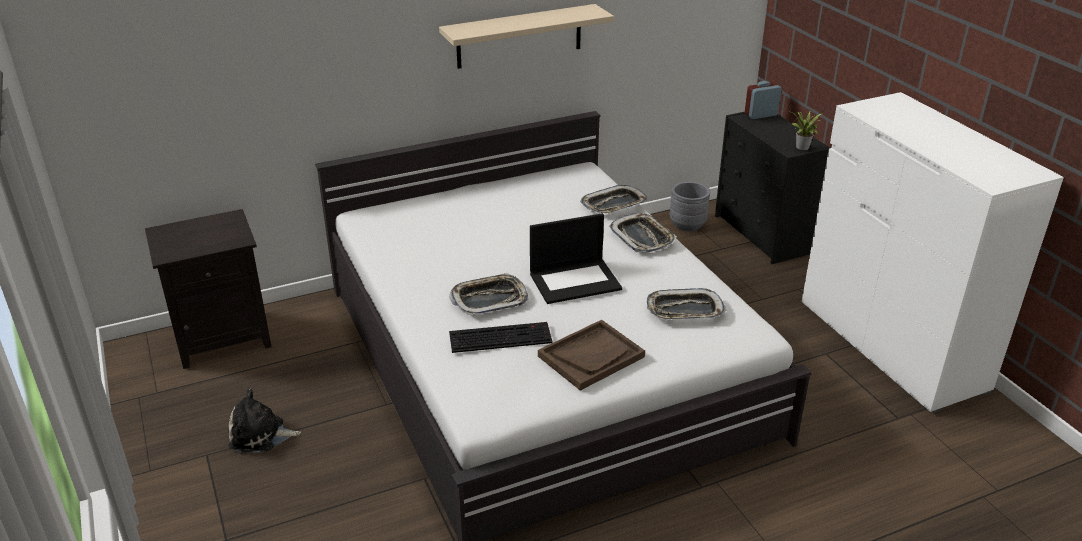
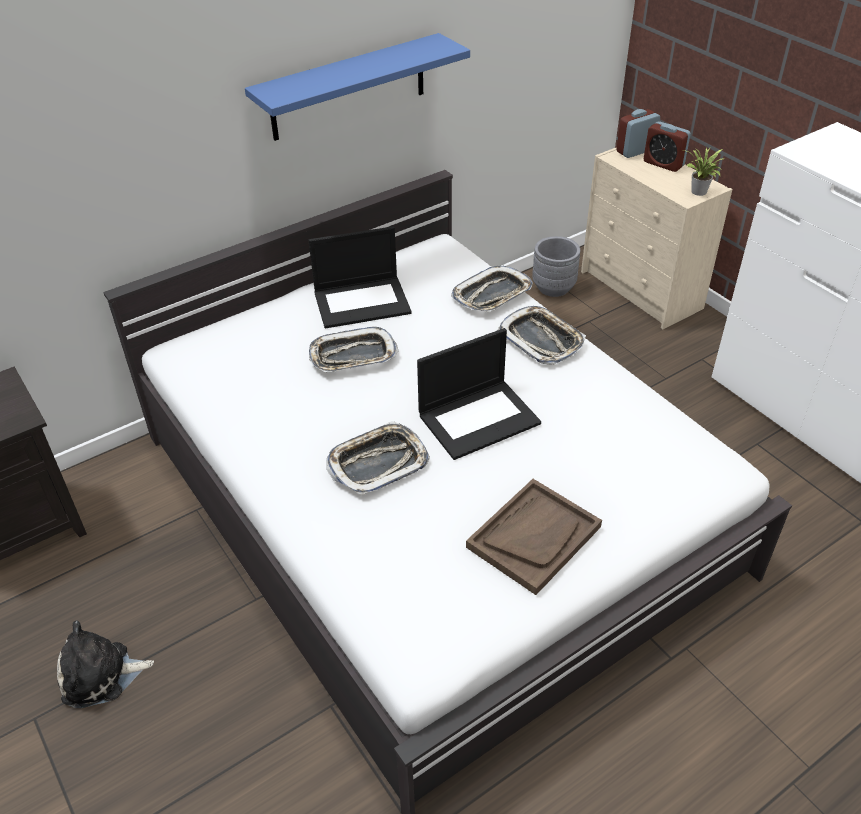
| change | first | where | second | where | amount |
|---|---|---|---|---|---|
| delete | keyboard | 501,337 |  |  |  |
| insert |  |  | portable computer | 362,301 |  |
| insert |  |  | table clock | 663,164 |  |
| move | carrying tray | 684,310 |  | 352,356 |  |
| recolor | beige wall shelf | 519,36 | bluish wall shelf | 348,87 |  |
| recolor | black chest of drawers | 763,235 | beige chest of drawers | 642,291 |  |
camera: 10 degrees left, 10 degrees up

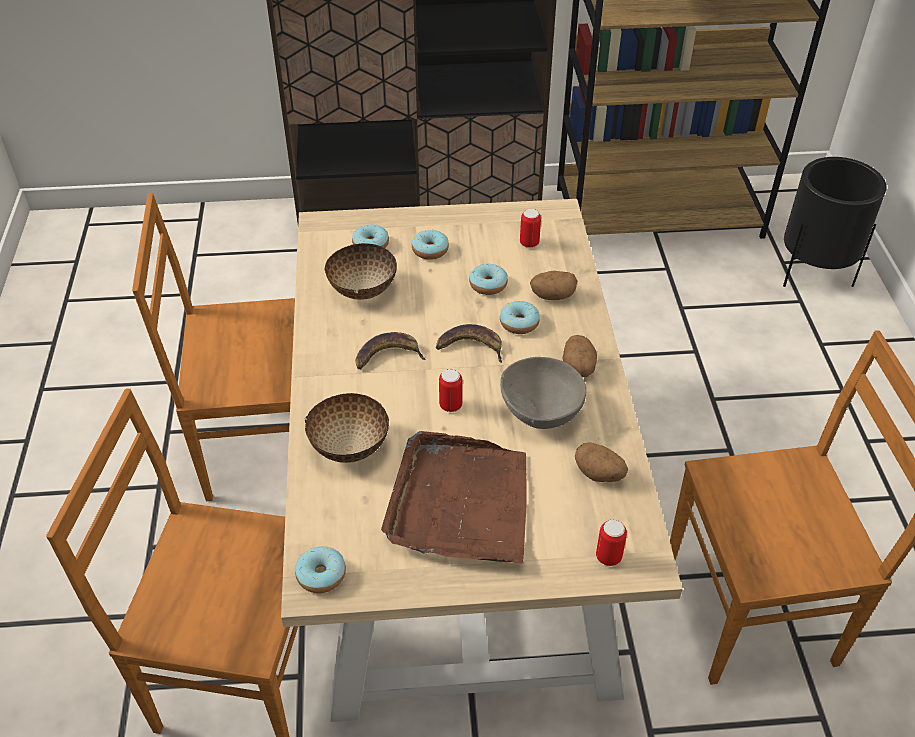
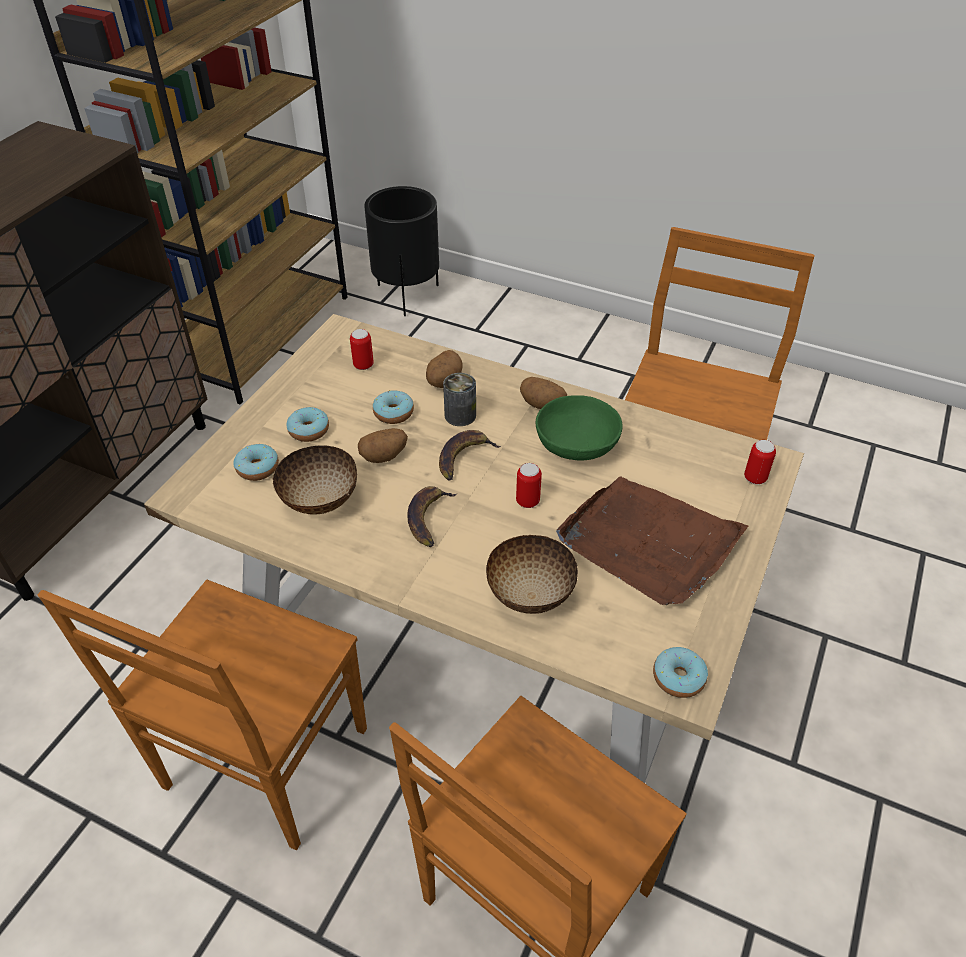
| change | first | where | second | where | amount |
|---|---|---|---|---|---|
| move | spud | 599,474 |  | 384,456 |  |
| replace | donut | 519,323 | can | 460,415 |  |
| recolor | gray bowl | 541,412 | green bowl | 577,448 |  |
camera: 60 degrees left, 0 degrees up

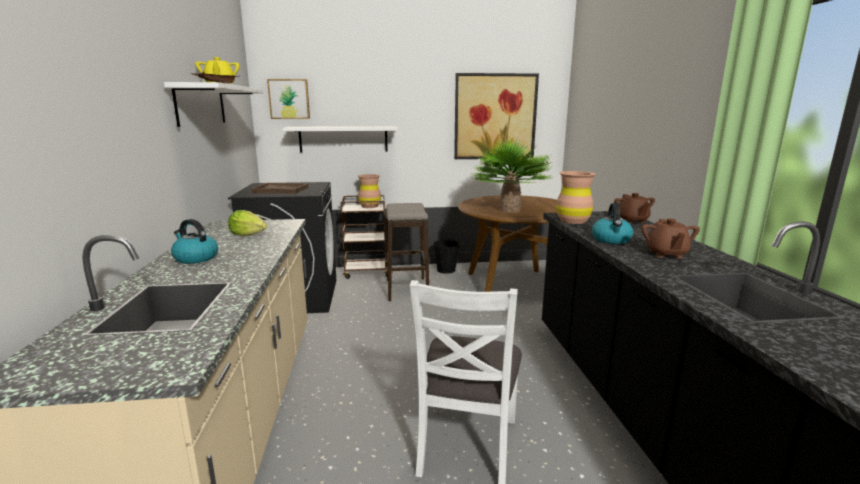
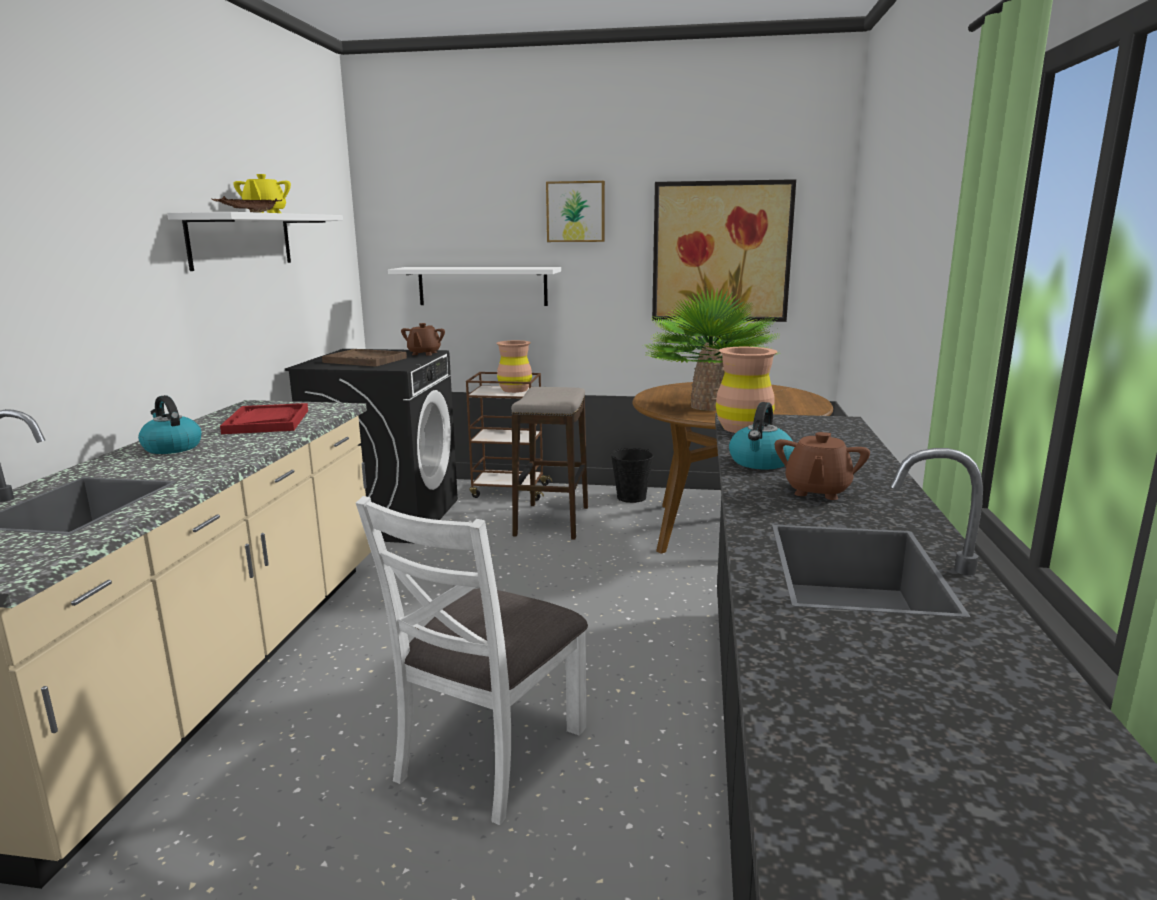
| change | first | where | second | where | amount |
|---|---|---|---|---|---|
| move | wall art | 289,99 |  | 576,212 |  |
| move | brown-coloured teapot | 631,220 |  | 424,353 |  |
| replace | head of lettuce | 248,235 | reddish carrying tray | 267,421 |  |
camera: 15 degrees right, 0 degrees up

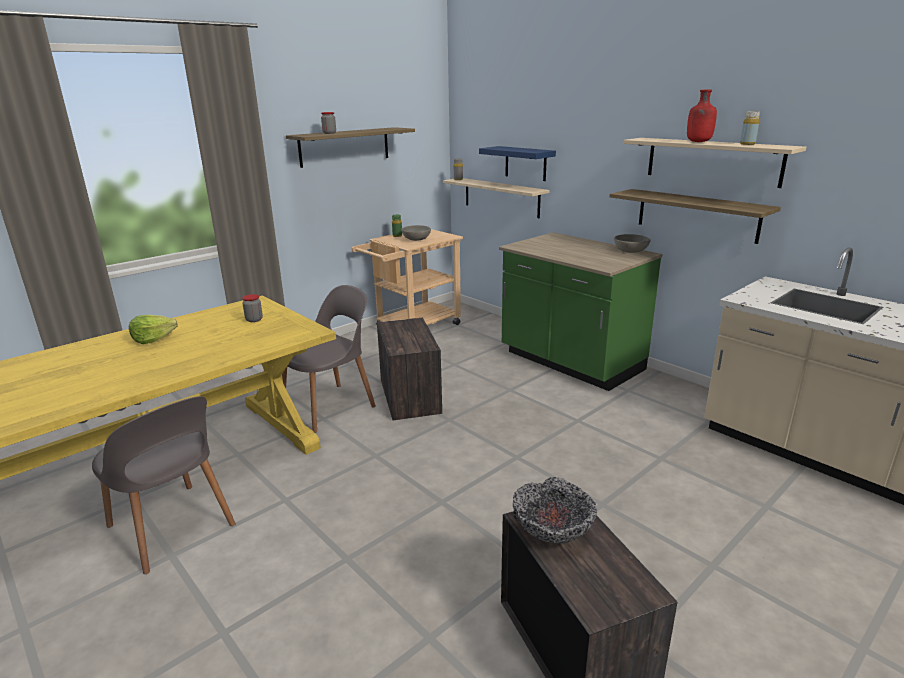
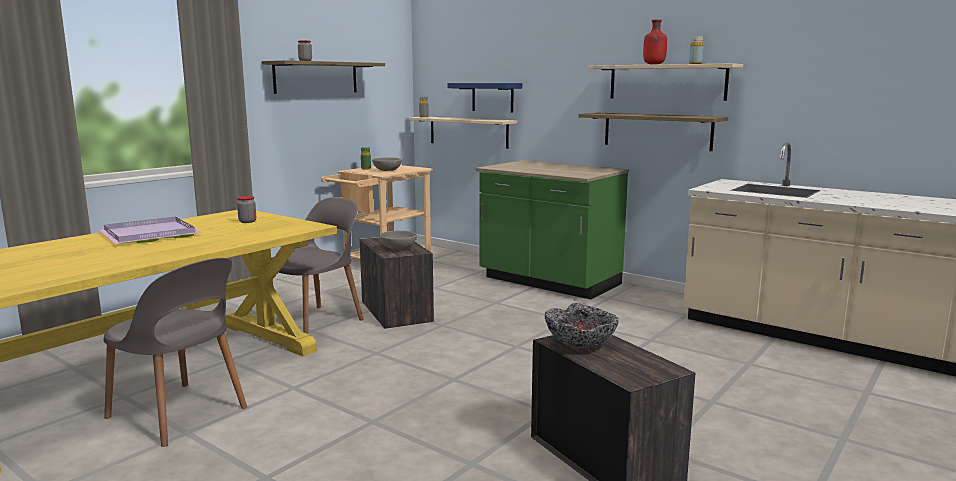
| change | first | where | second | where | amount |
|---|---|---|---|---|---|
| move | gray bowl | 631,251 |  | 399,248 |  |
| replace | head of lettuce | 153,339 | purplish carrying tray | 147,234 |  |
camera: 10 degrees left, 10 degrees down

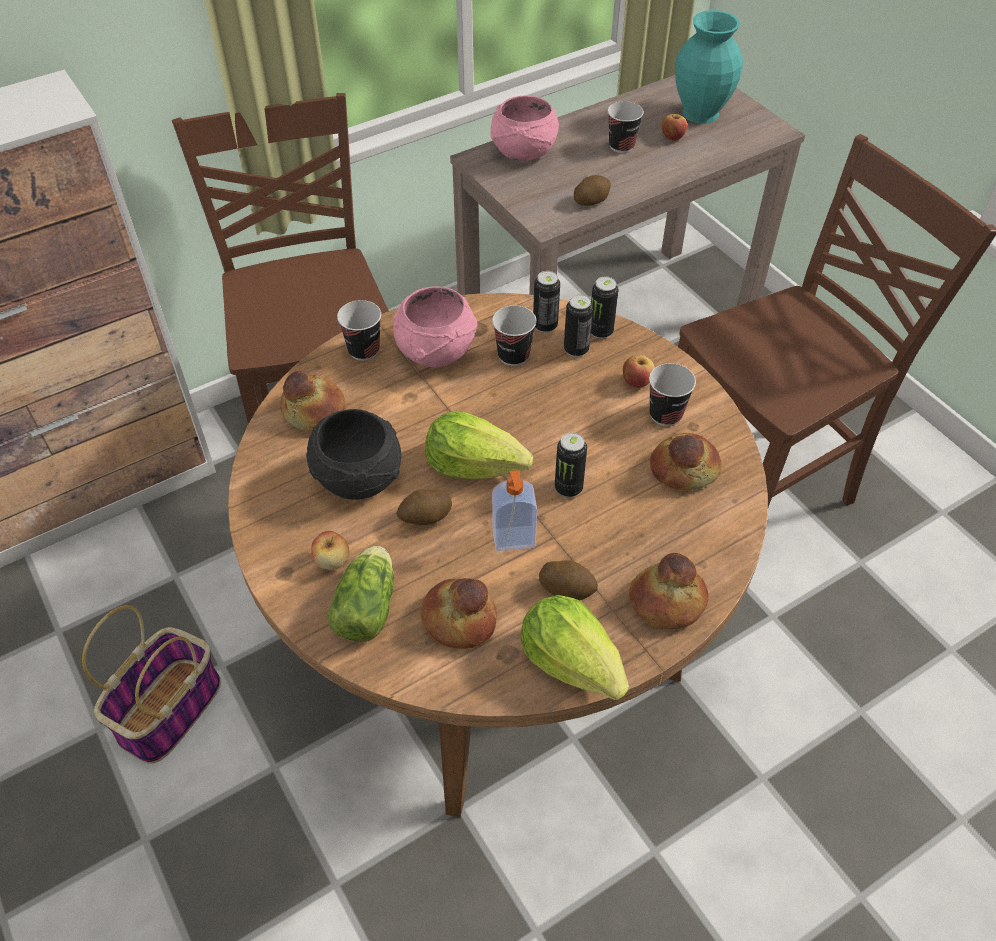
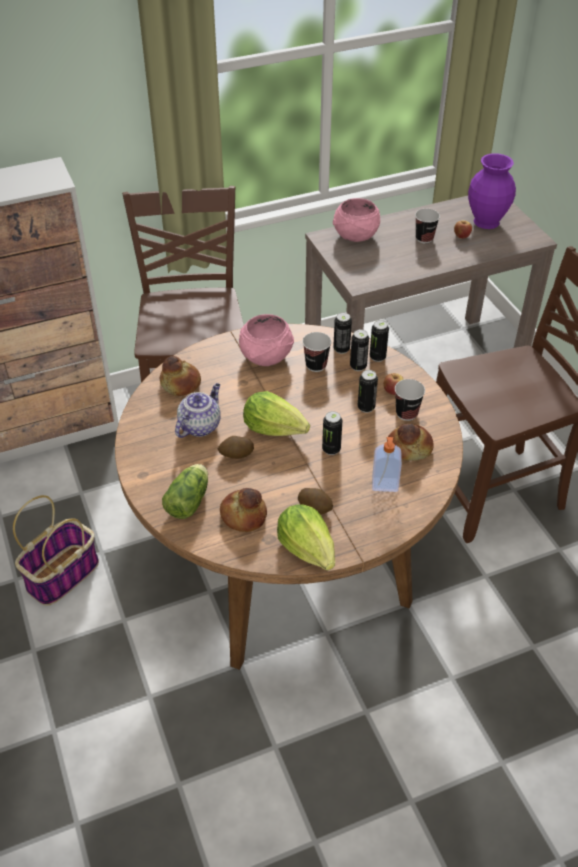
| change | first | where | second | where | amount |
|---|---|---|---|---|---|
| delete | apple fruit | 332,561 |  |  |  |
| delete | cup | 364,350 |  |  |  |
| delete | spud | 591,200 |  |  |  |
| delete | bread | 667,603 |  |  |  |
| insert |  |  | can | 366,407 |  |
| move | soap dispenser | 514,539 |  | 385,485 |  |
| replace | black bowl | 358,476 | teapot | 200,425 |  |
| recolor | turquoise decorative vase | 699,113 | purplish decorative vase | 485,221 |  |
camera: 10 degrees right, 5 degrees down

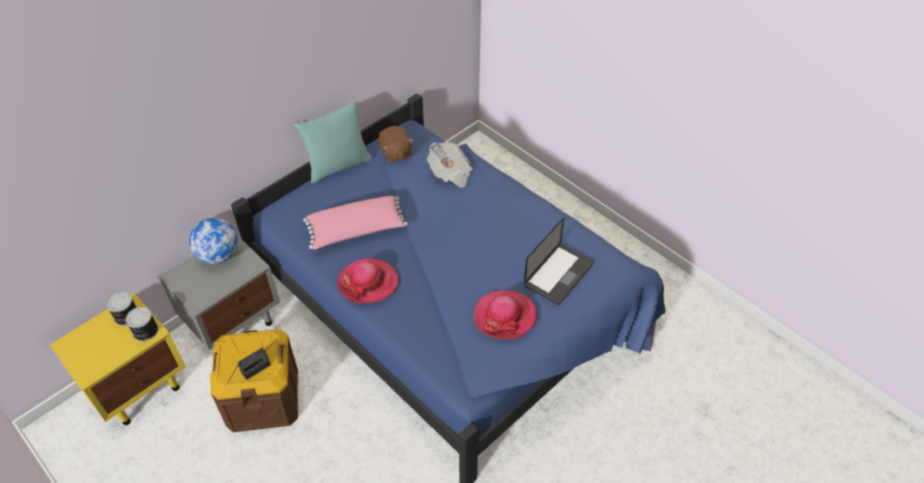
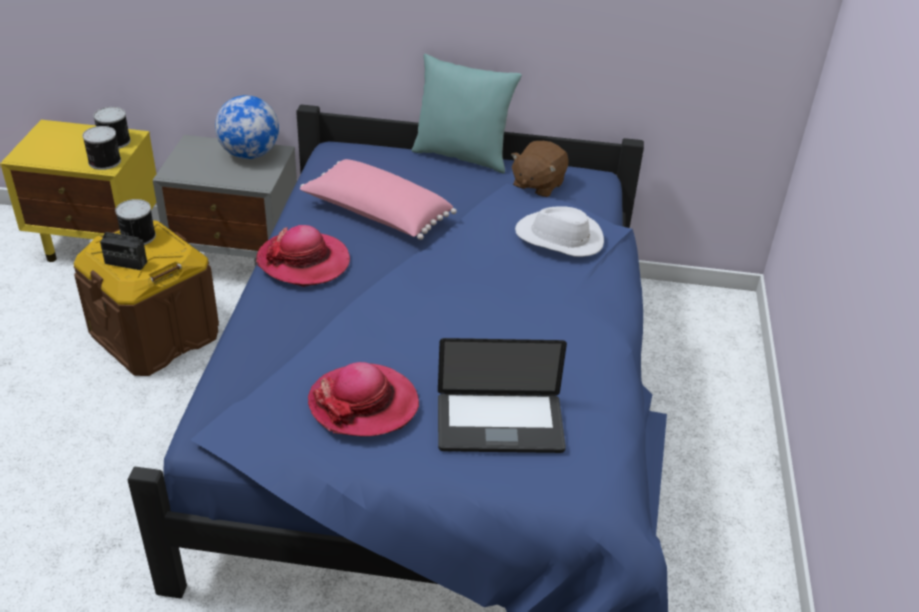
| change | first | where | second | where | amount |
|---|---|---|---|---|---|
| insert |  |  | can | 137,236 |  |
| replace | printed paper | 450,173 | white-coloured clothing hat | 559,238 |  |
camera: 50 degrees right, 10 degrees down

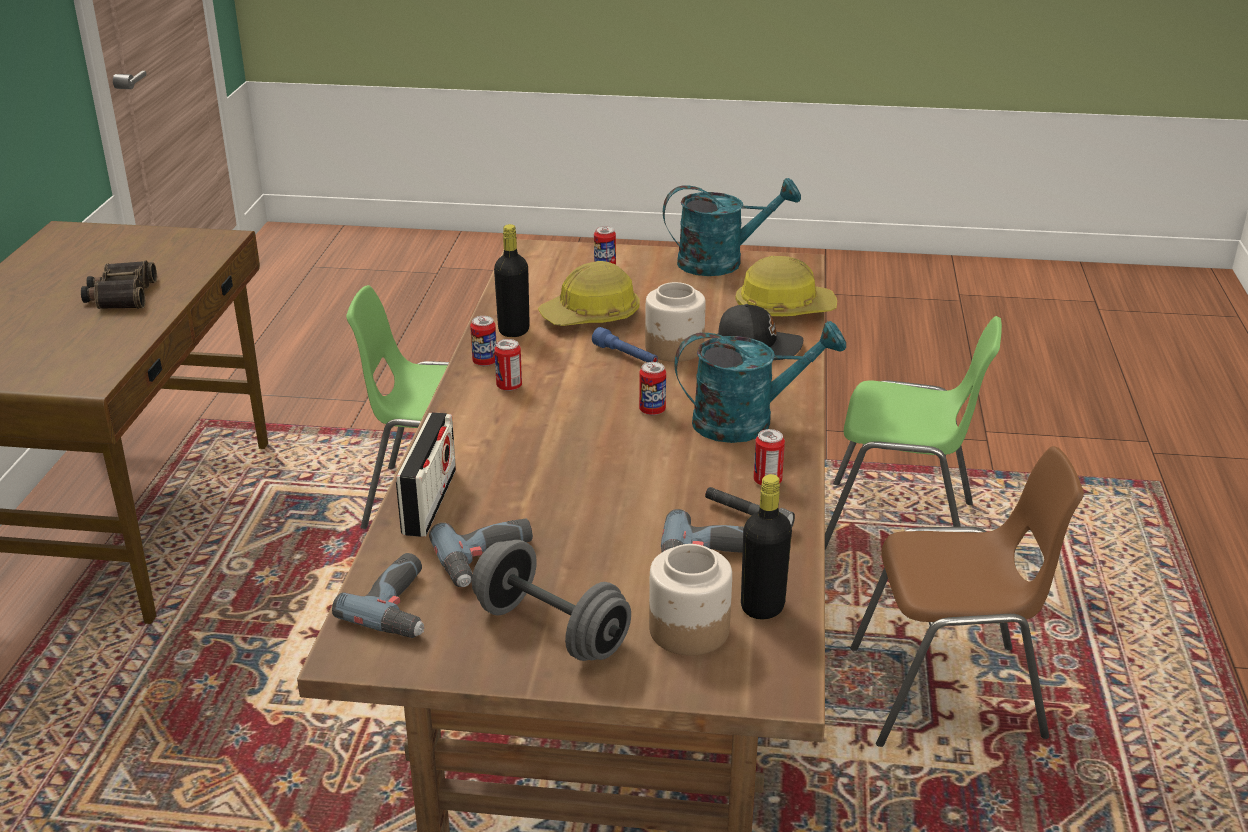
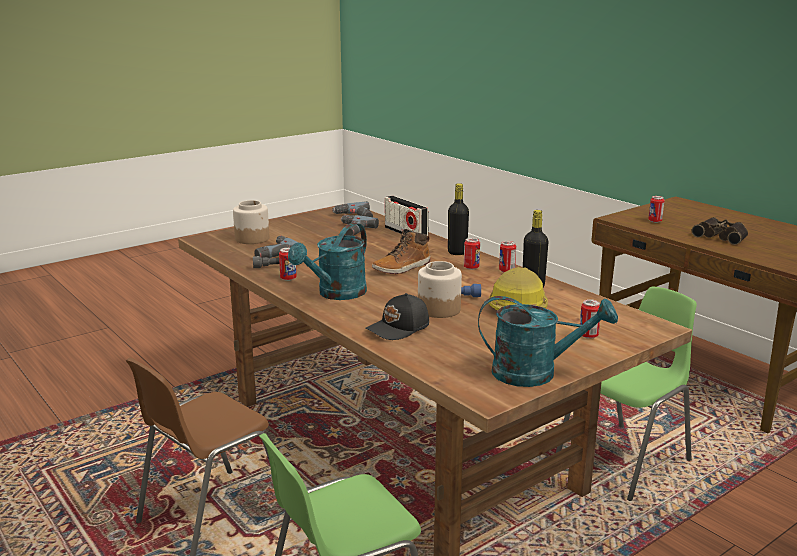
| change | first | where | second | where | amount |
|---|---|---|---|---|---|
| delete | gray free weight | 551,630 |  |  |  |
| delete | work helmet | 784,308 |  |  |  |
| insert |  |  | high-top boot | 402,268 |  |
| move | can | 652,410 |  | 655,221 |  |
| move | black beverage bottle | 762,607 |  | 457,252 |  |
| rotate | turquoise watering can | 722,262 |  | 536,373 | 120 degrees counterclockwise |
camera: 135 degrees right, 10 degrees down

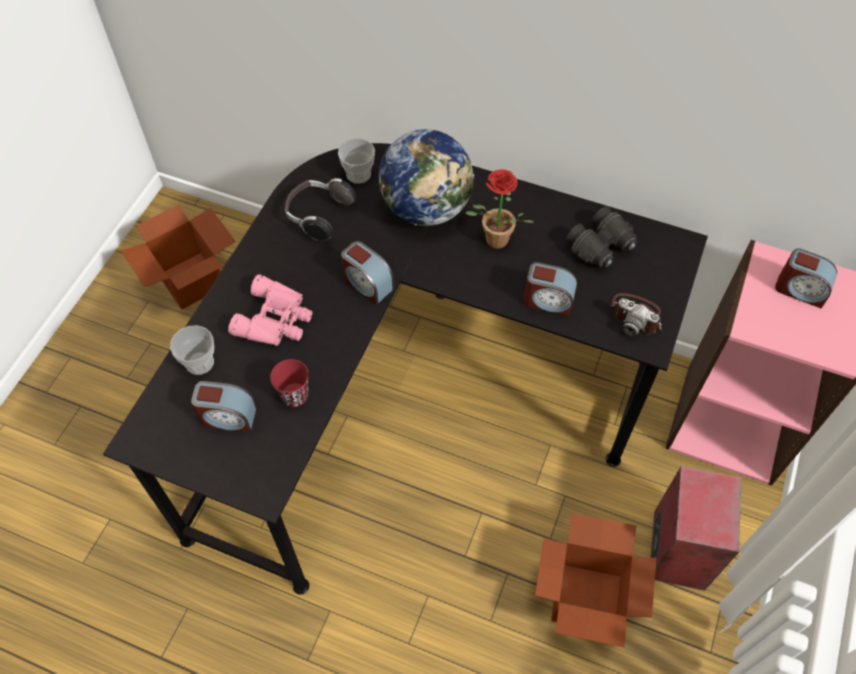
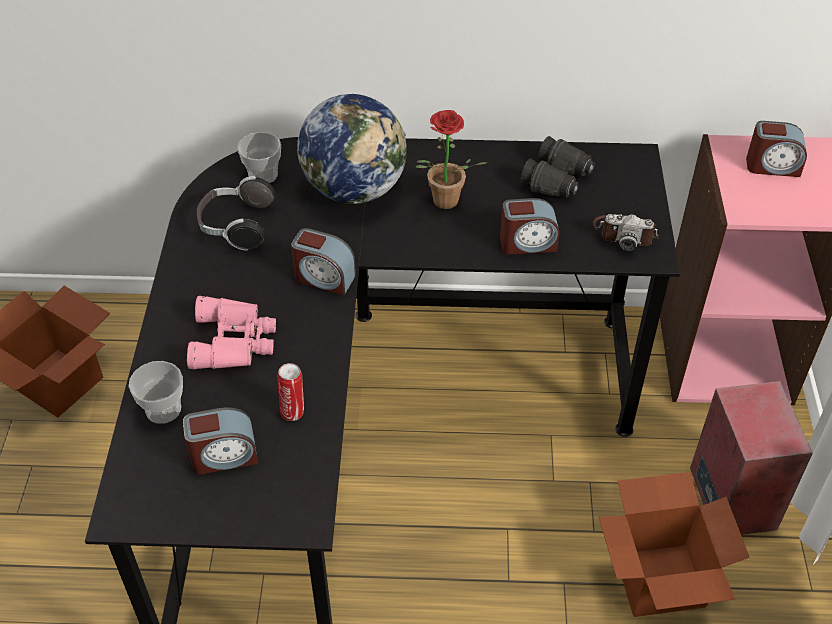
| change | first | where | second | where | amount |
|---|---|---|---|---|---|
| replace | reddish cup | 294,395 | can | 293,411 |  |
camera: 20 degrees left, 10 degrees down

